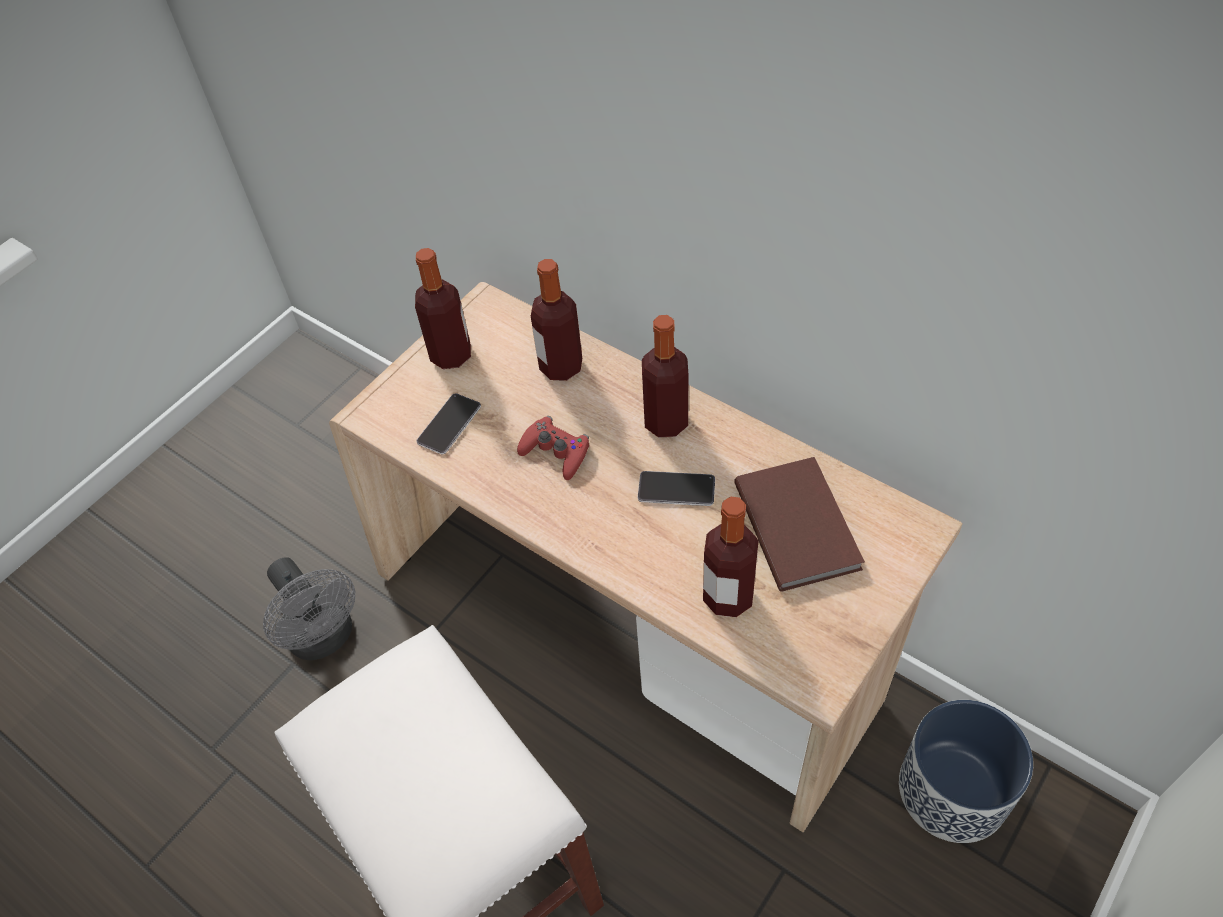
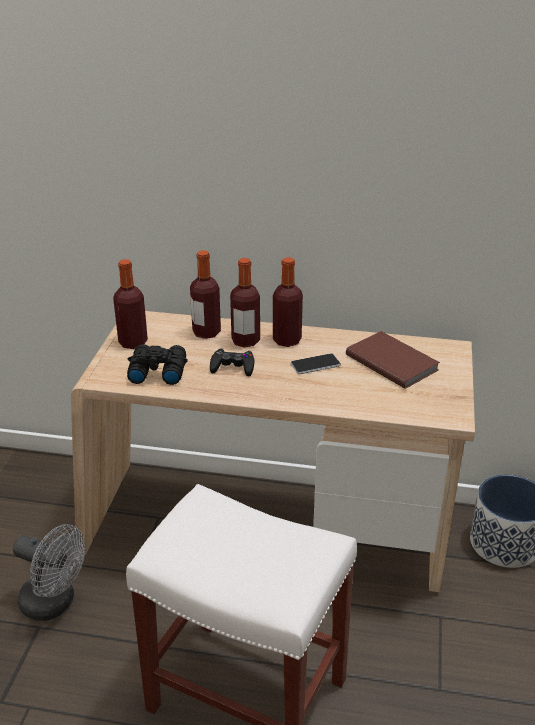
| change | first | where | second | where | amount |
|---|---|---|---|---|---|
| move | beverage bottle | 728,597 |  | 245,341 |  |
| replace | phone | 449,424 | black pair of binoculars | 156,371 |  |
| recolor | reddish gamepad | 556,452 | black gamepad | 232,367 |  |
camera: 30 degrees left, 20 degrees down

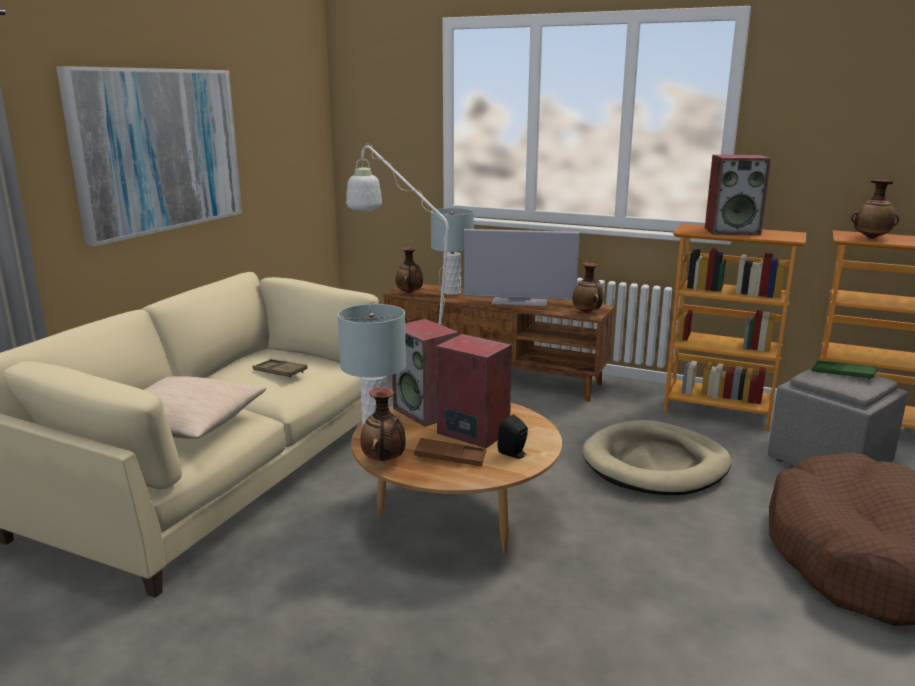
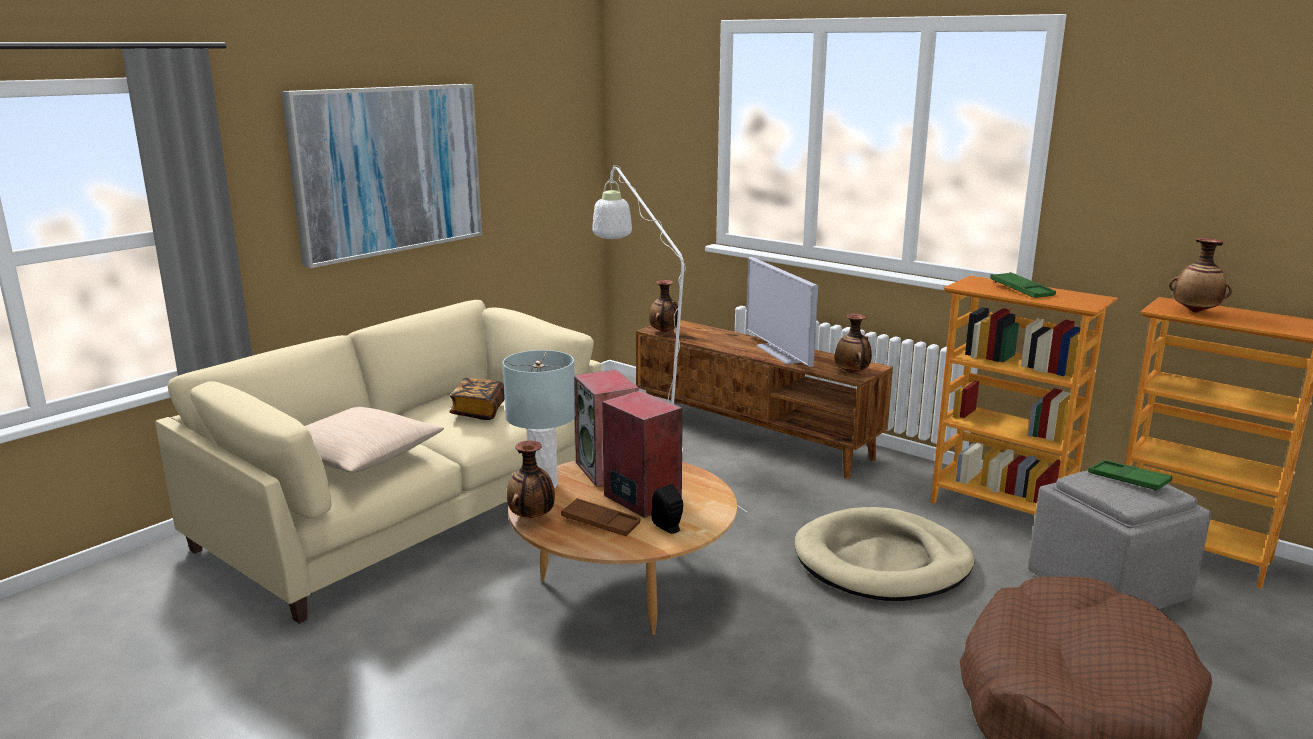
| change | first | where | second | where | amount |
|---|---|---|---|---|---|
| delete | gray lamp for a table | 452,292 |  |  |  |
| replace | brown-coloured carrying tray | 280,372 | book | 479,411 |  |
| replace | audio speaker | 732,231 | green carrying tray | 1021,290 |  |
| rotate | television | 519,302 |  | 781,353 | 45 degrees clockwise |
camera: 15 degrees right, 0 degrees up

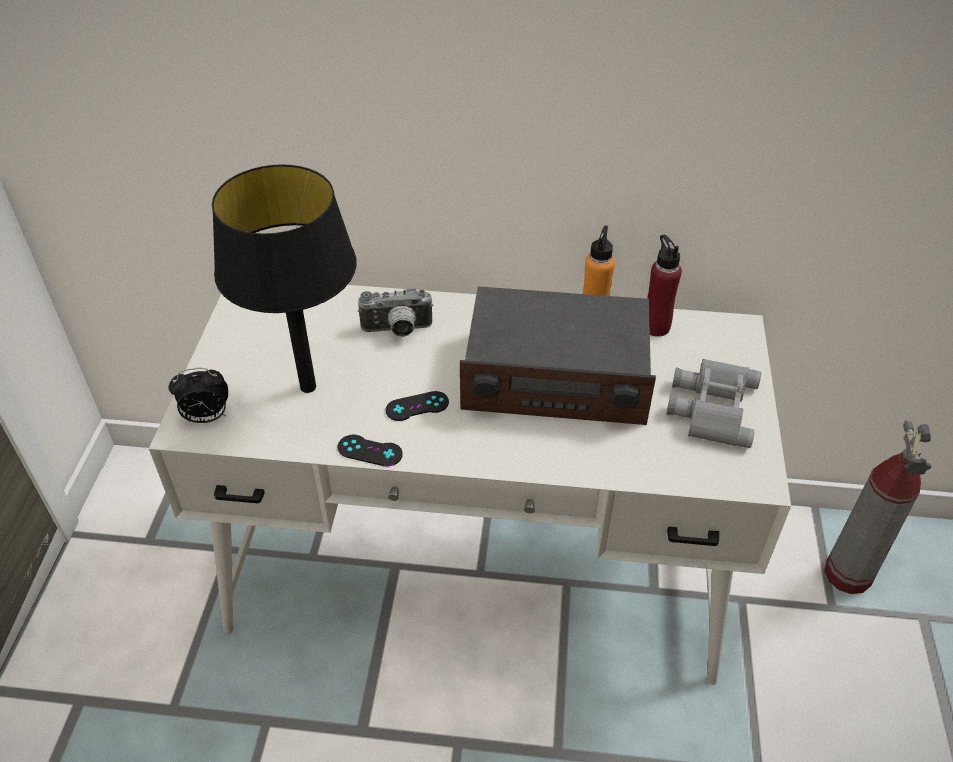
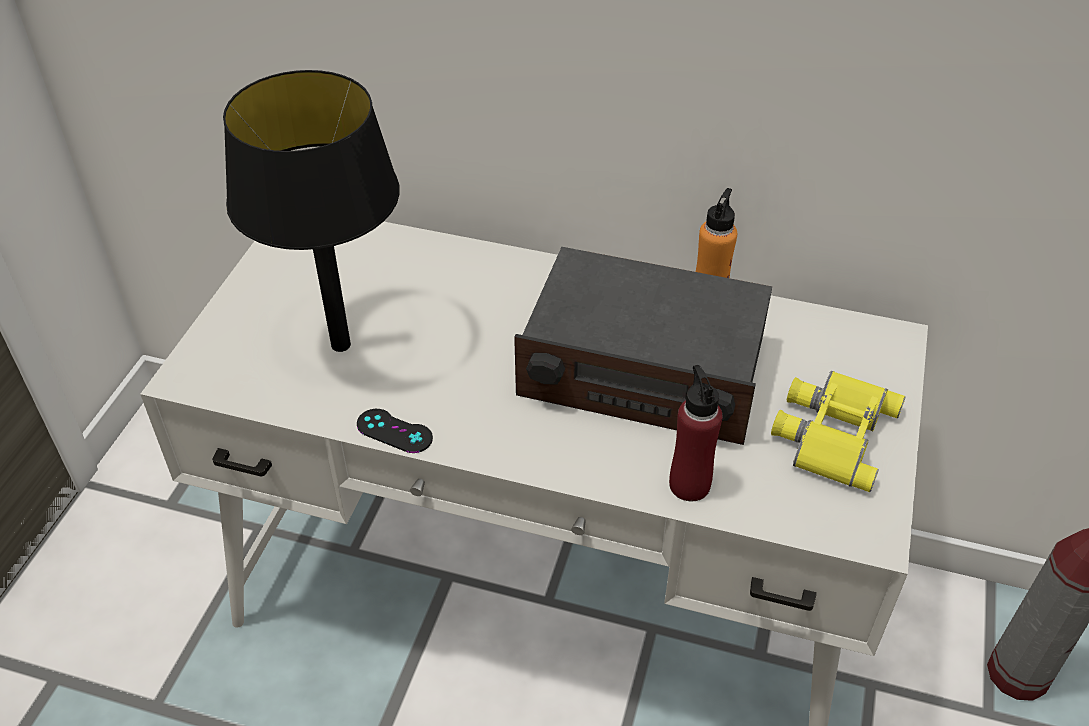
| change | first | where | second | where | amount |
|---|---|---|---|---|---|
| delete | table clock | 206,417 |  |  |  |
| delete | still camera | 397,331 |  |  |  |
| delete | black gamepad | 417,406 |  |  |  |
| move | reddish beverage bottle | 655,326 |  | 689,484 |  |
| recolor | gray pair of binoculars | 710,406 | yellow-coloured pair of binoculars | 831,432 |  |
camera: 10 degrees right, 0 degrees up

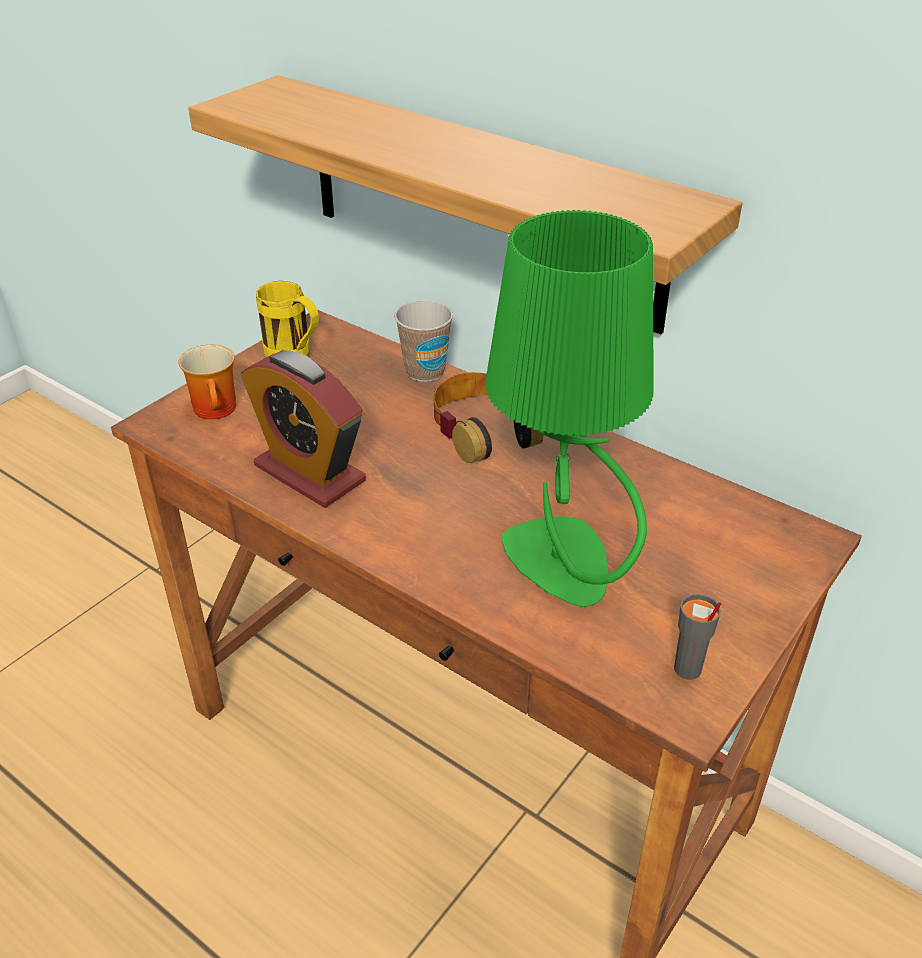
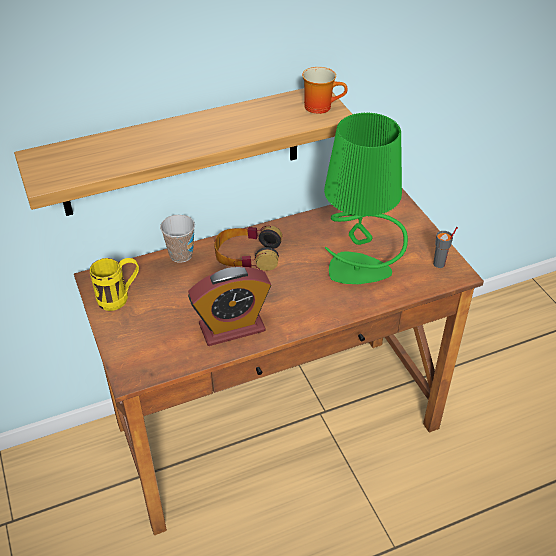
| change | first | where | second | where | amount |
|---|---|---|---|---|---|
| move | tea mug | 219,410 |  | 321,106 |  |
camera: 60 degrees left, 5 degrees up

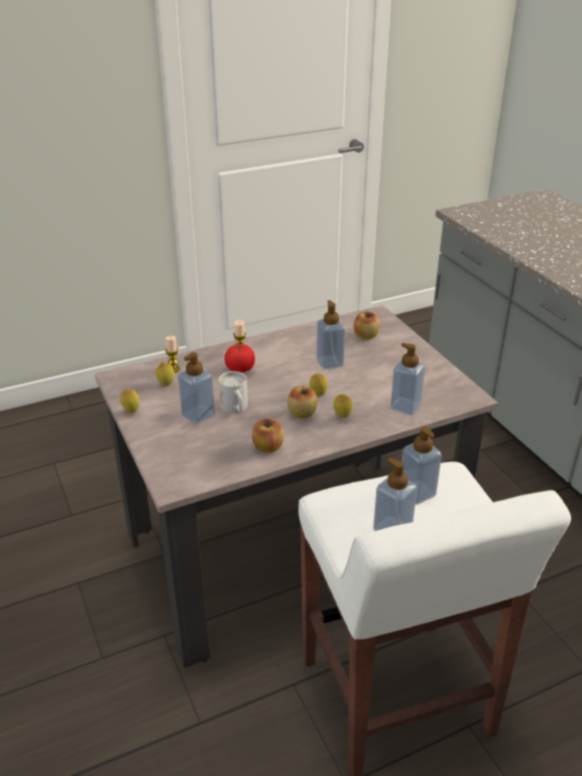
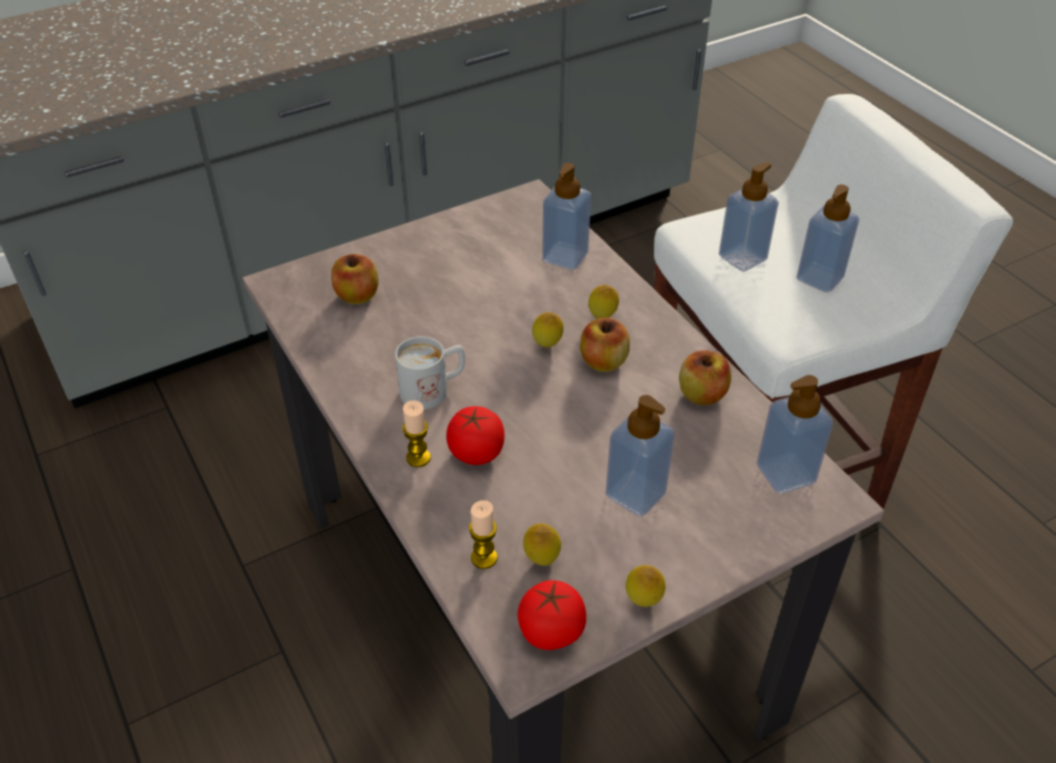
| change | first | where | second | where | amount |
|---|---|---|---|---|---|
| insert |  |  | tomato | 551,631 |  |
| move | white-coloured tea mug | 235,409 |  | 434,389 |  |
| move | soap dispenser | 329,362 |  | 785,473 |  |
camera: 95 degrees left, 10 degrees up

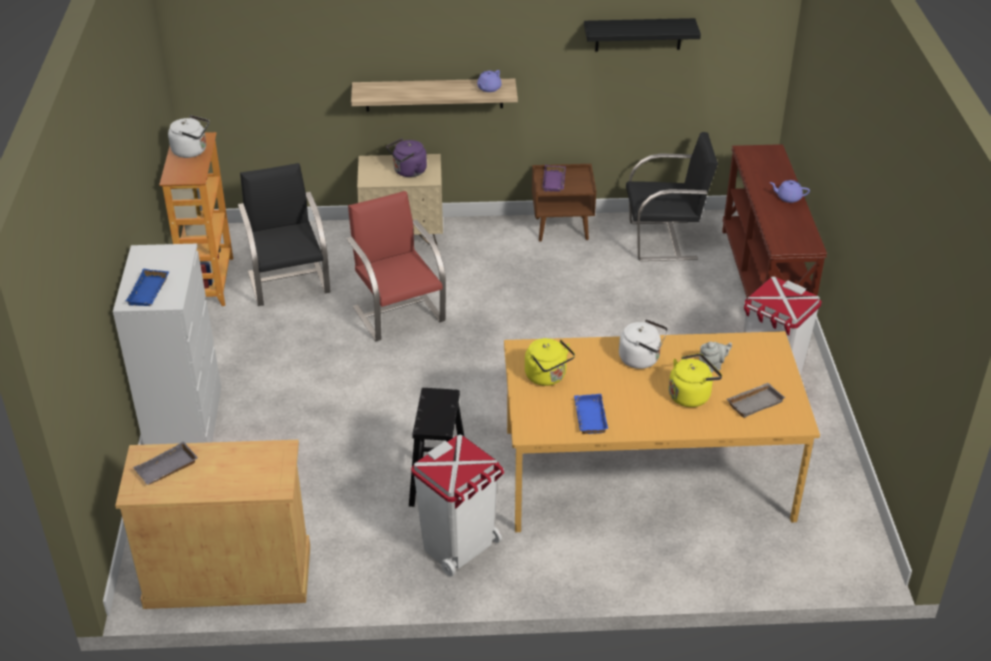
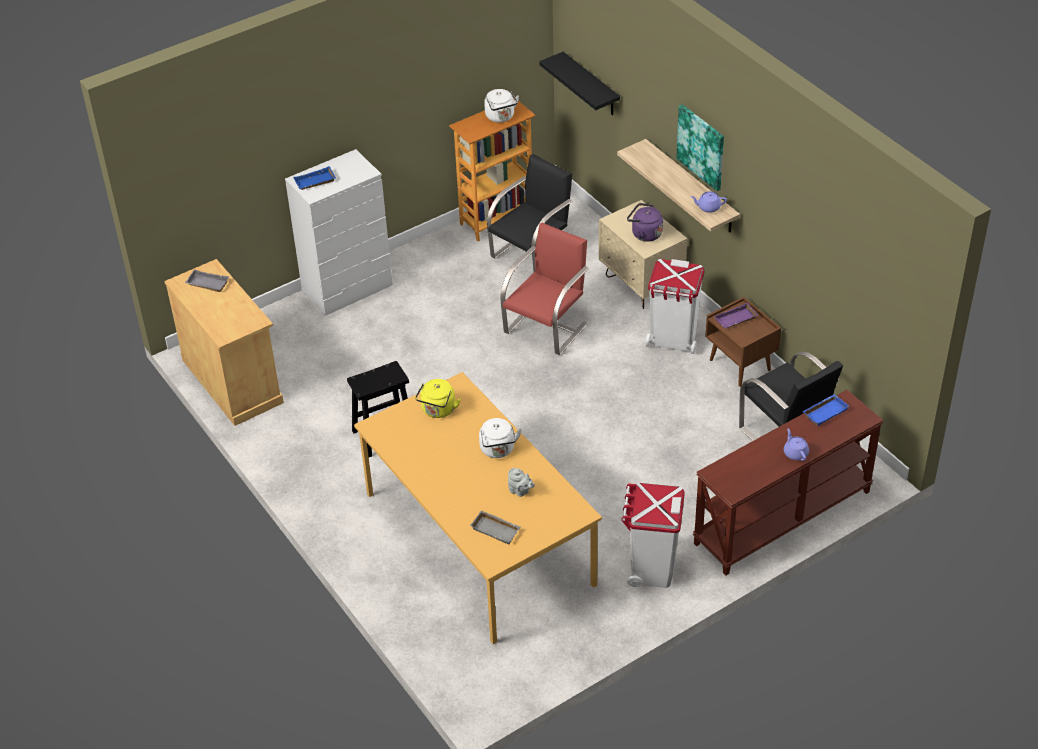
| change | first | where | second | where | amount |
|---|---|---|---|---|---|
| delete | yellow-coloured kettle | 691,395 |  |  |  |
| insert |  |  | wall art | 701,146 |  |
| move | white-coloured trash can | 459,547 |  | 673,340 |  |
| move | bluish carrying tray | 588,417 |  | 825,411 |  |
| move | black wall shelf | 638,34 |  | 591,85 |  |
camera: 60 degrees right, 5 degrees up

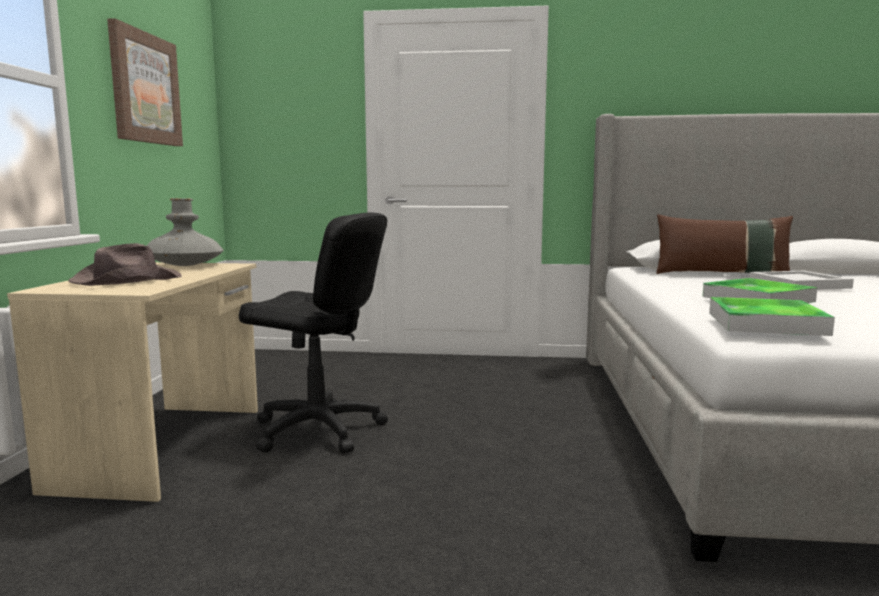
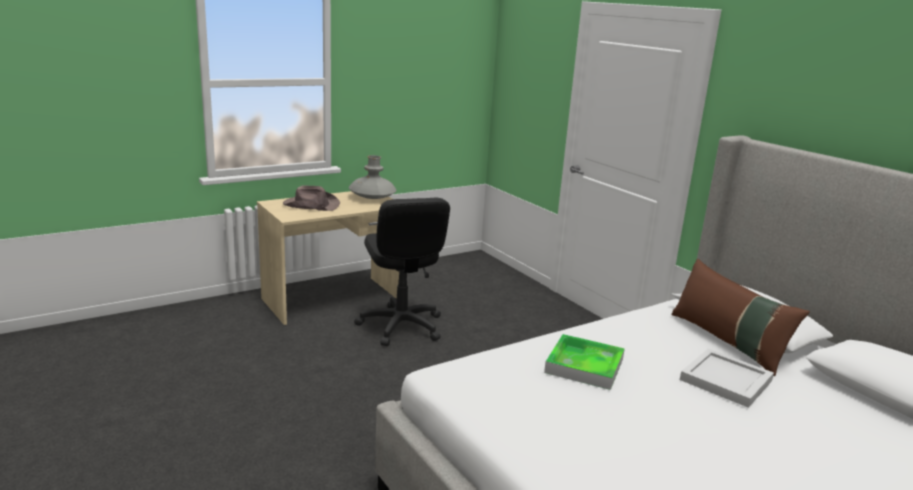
| change | first | where | second | where | amount |
|---|---|---|---|---|---|
| delete | wall art | 145,88 |  |  |  |
| delete | carrying tray | 765,323 |  |  |  |
camera: 50 degrees right, 10 degrees up

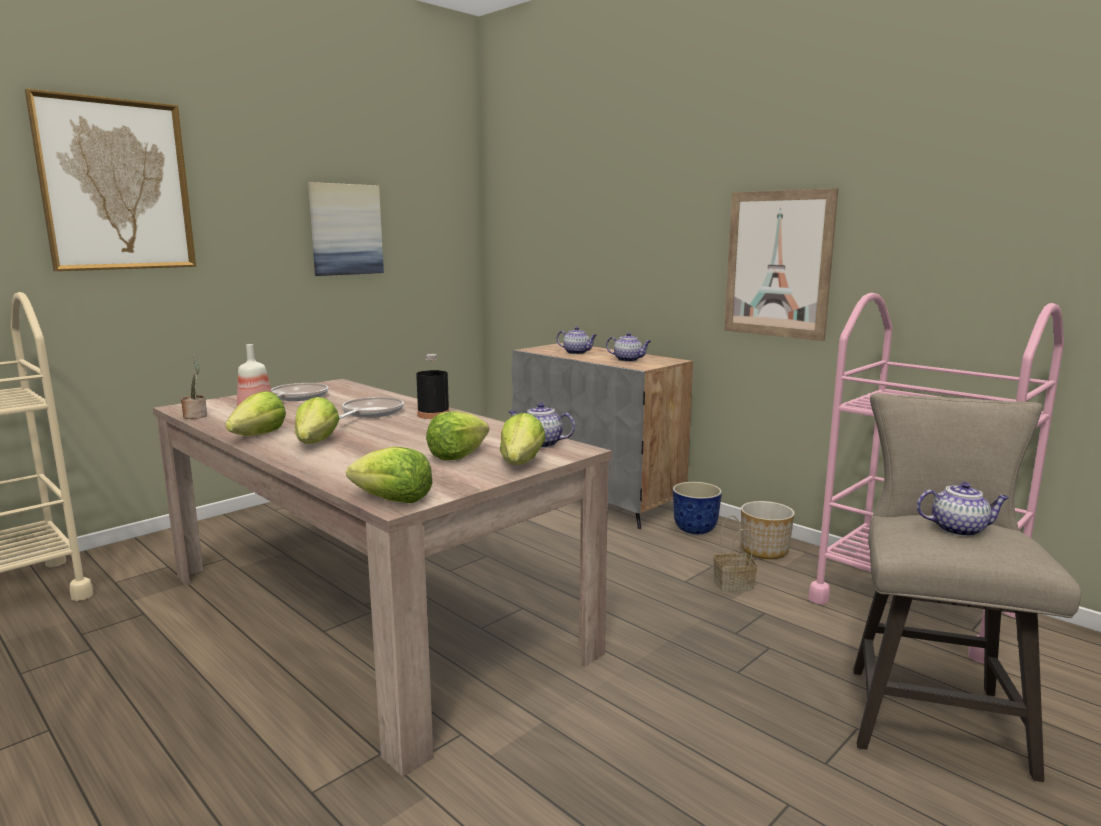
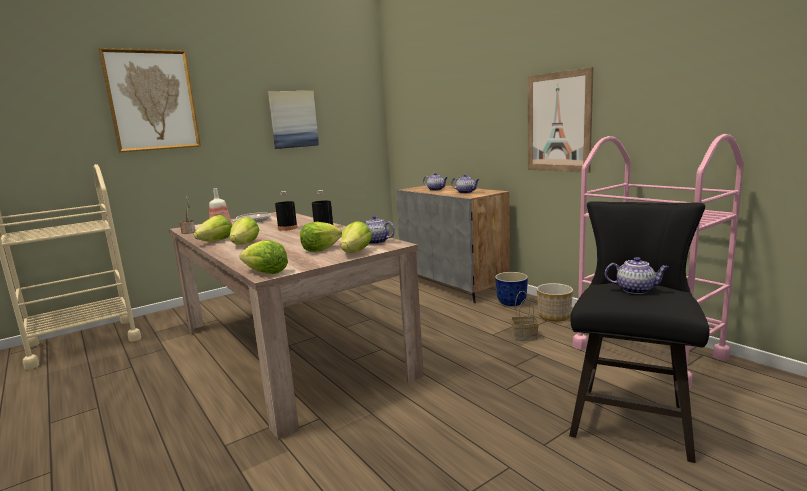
| change | first | where | second | where | amount |
|---|---|---|---|---|---|
| replace | pan | 370,413 | black beverage bottle | 287,228 |  |
| recolor | beige stool | 930,710 | black stool | 631,416 |  |
camera: 10 degrees right, 0 degrees up

